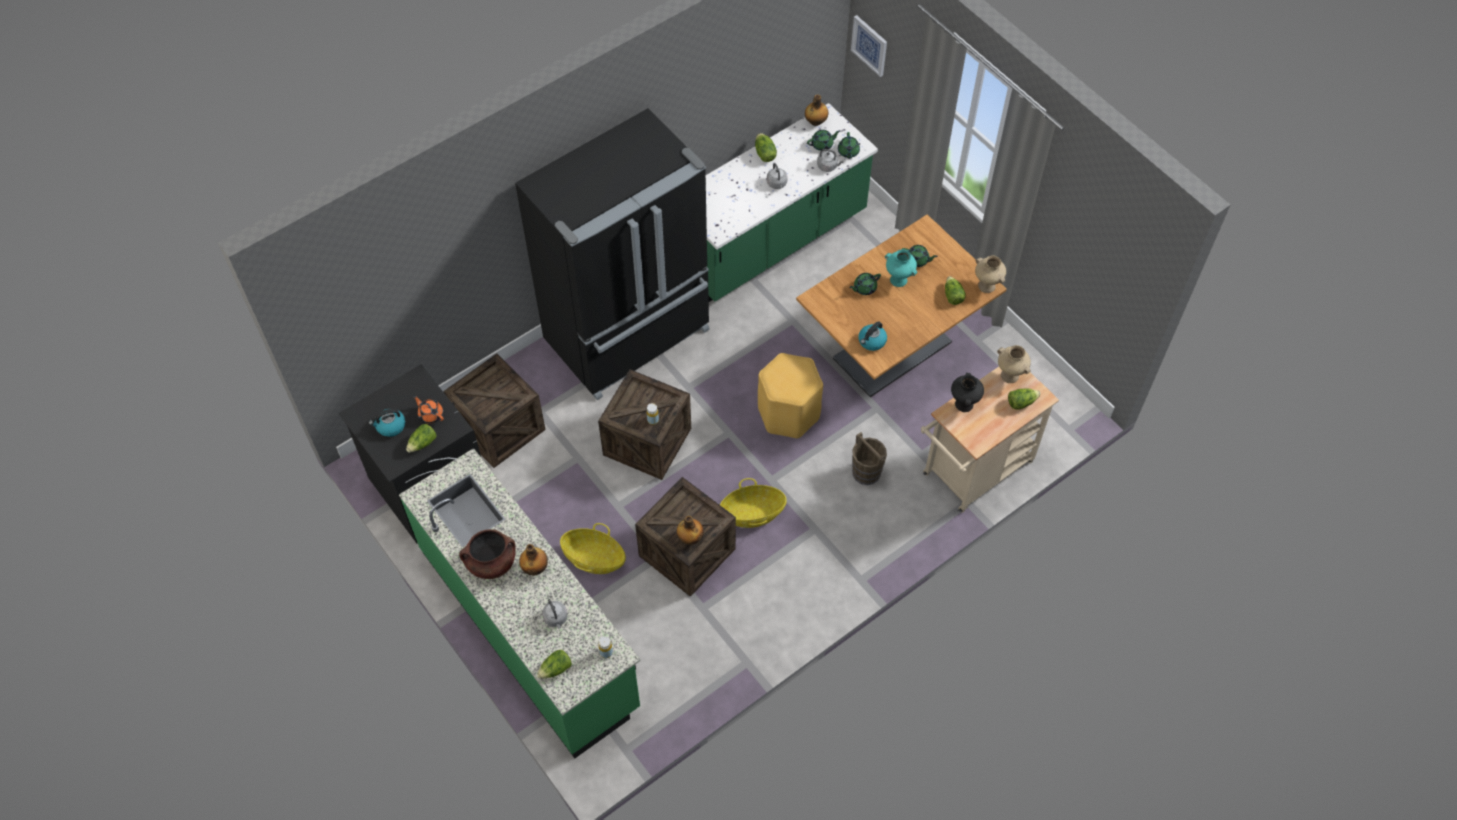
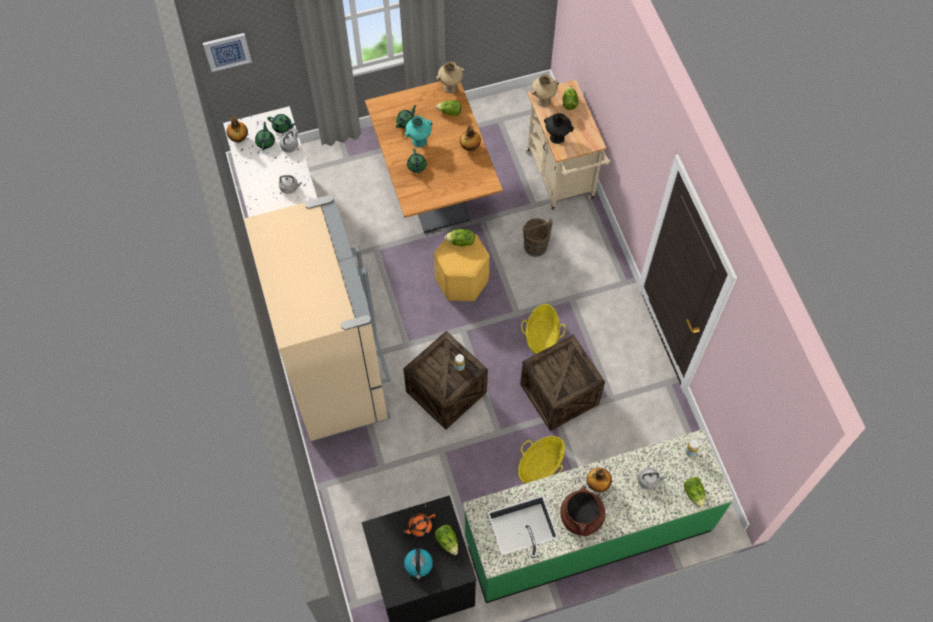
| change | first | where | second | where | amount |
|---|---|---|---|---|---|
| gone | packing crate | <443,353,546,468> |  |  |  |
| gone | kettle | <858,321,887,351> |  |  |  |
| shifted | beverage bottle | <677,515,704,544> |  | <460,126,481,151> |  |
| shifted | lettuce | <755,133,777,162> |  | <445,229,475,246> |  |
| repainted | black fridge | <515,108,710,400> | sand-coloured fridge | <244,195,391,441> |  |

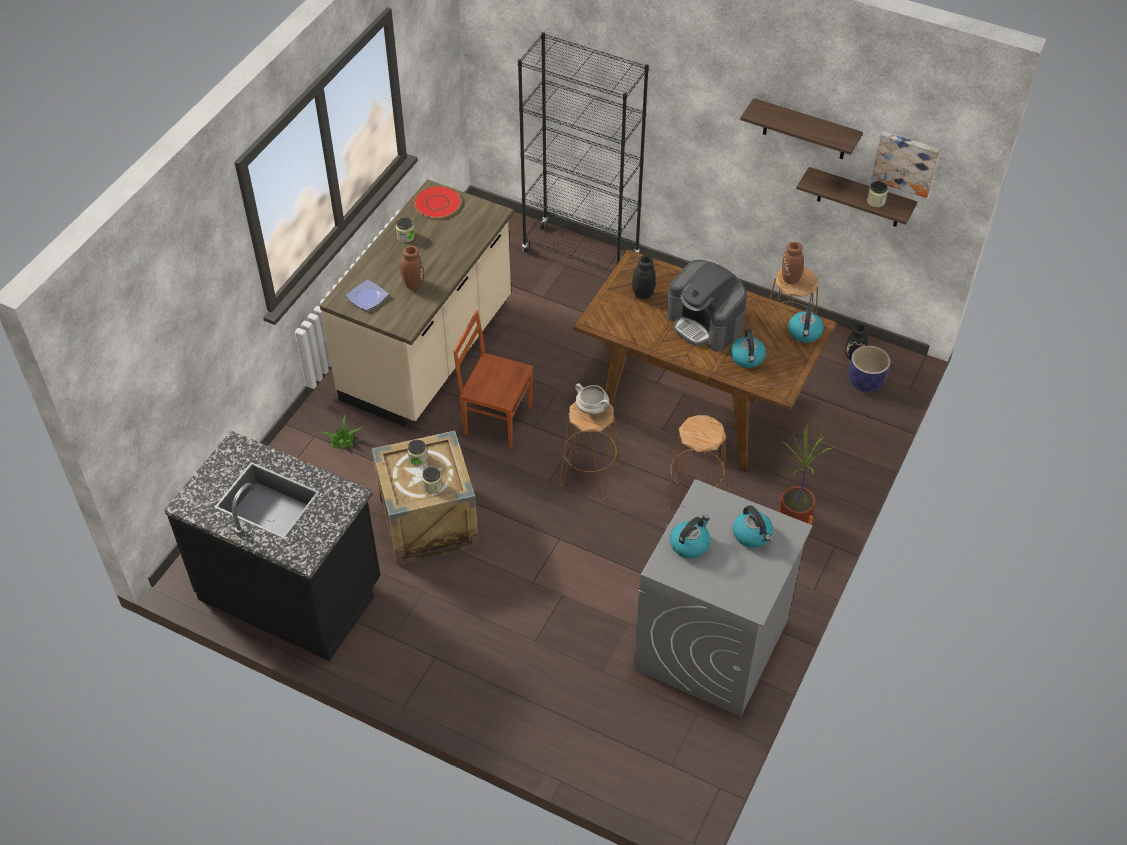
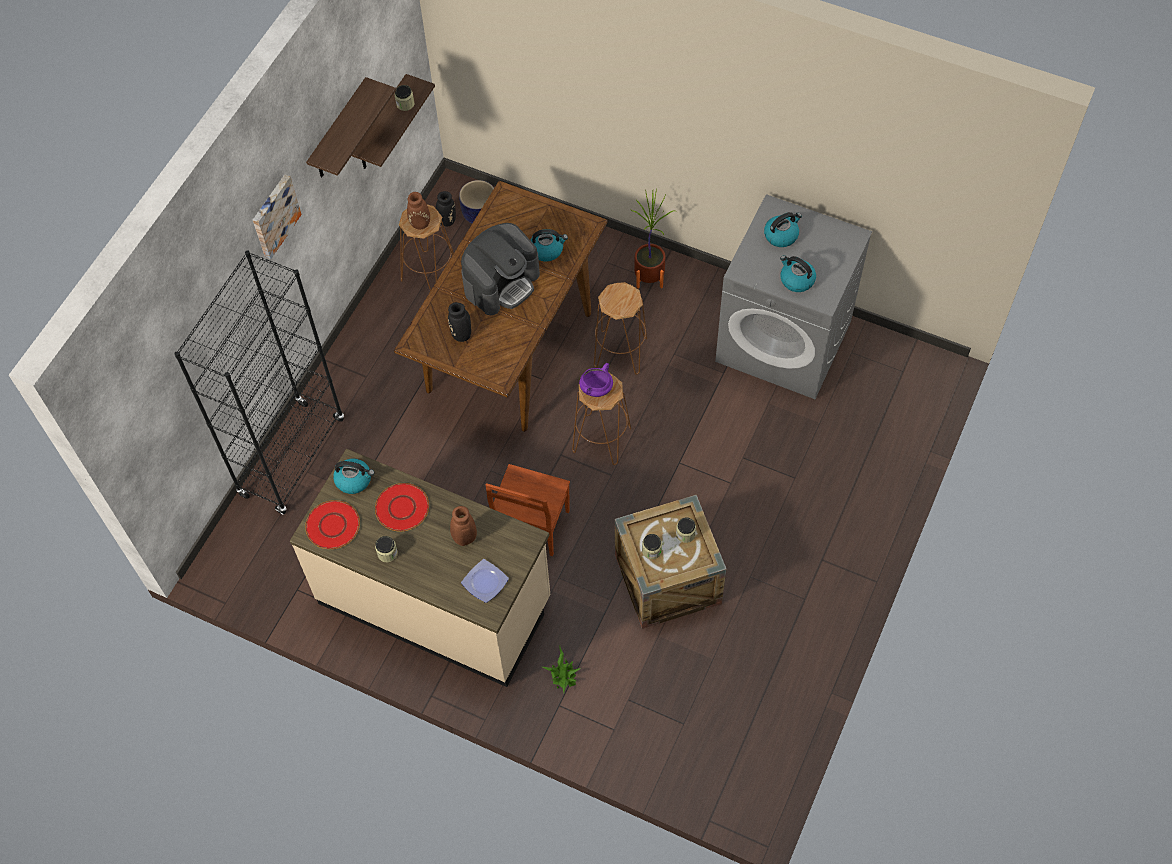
| change | first | where | second | where | amount |
|---|---|---|---|---|---|
| gone | black kitchen counter | <164,431,381,661> |  |  |  |
| new |  |  | reddish flat dish | <375,483,429,532> |  |
| shifted | kettle | <788,305,824,343> |  | <333,459,375,494> |  |
| shifted | wall art | <871,131,940,198> |  | <253,175,302,259> |  |
| repainted | whitish saucepot | <575,384,610,415> | purple-coloured saucepot | <579,363,613,397> |  |

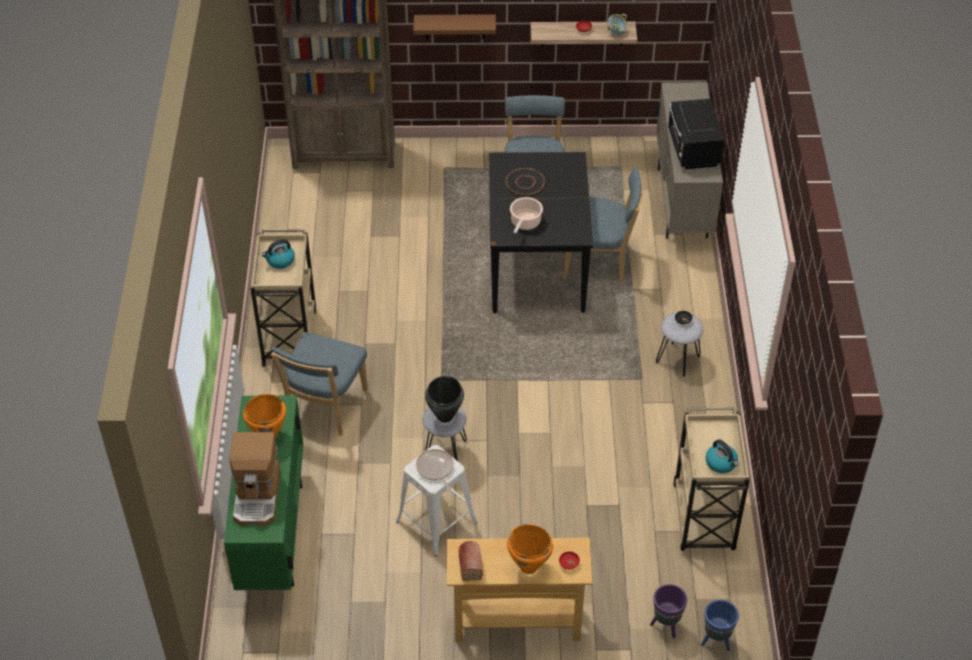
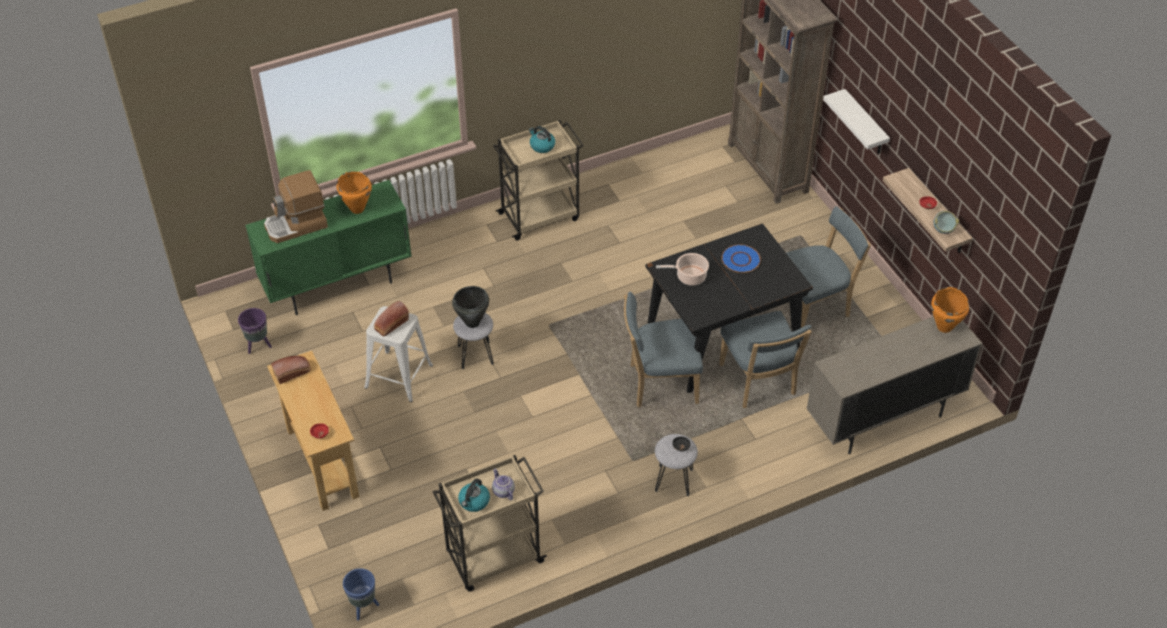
| change | first | where | second | where | amount |
|---|---|---|---|---|---|
| gone | black microwave oven | <668,99,724,169> |  |  |  |
| new |  |  | teapot | <492,468,515,500> |  |
| shifted | blue-coloured chair | <271,332,368,435> |  | <624,291,703,408> |  |
| shifted | orangey saucepot | <507,524,553,574> |  | <931,287,969,333> |  |
| shifted | purple-coloured flower pot | <650,584,687,638> |  | <238,308,272,354> |  |
| swapped | frying pan | <416,449,454,492> | bakery bread | <374,301,409,336> |  |
| repainted | brown shelf | <413,14,496,39> | whitish shelf | <823,89,890,154> |  |
| repainted | black flat dish | <506,168,545,195> | blue-coloured flat dish | <721,244,761,273> |  |

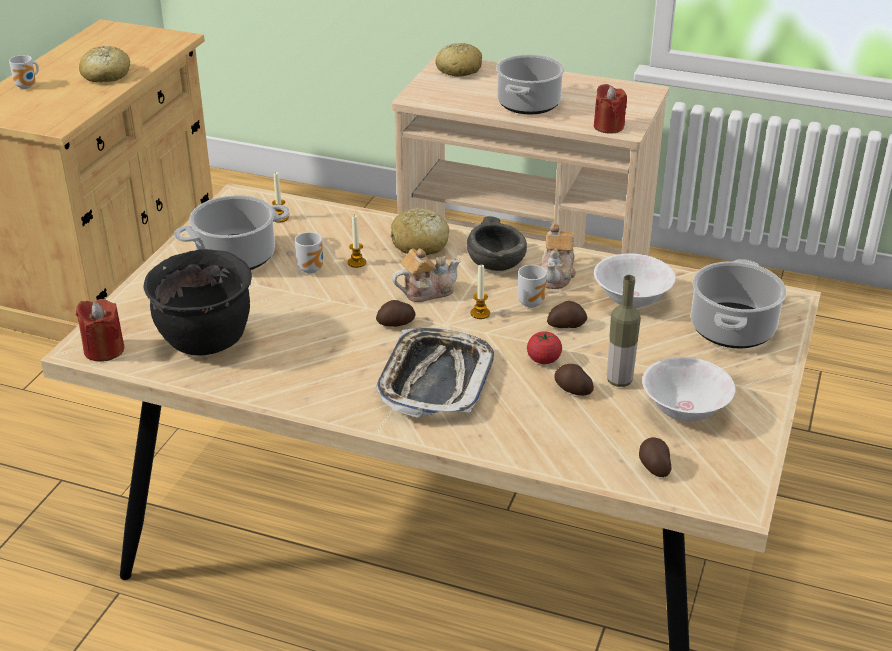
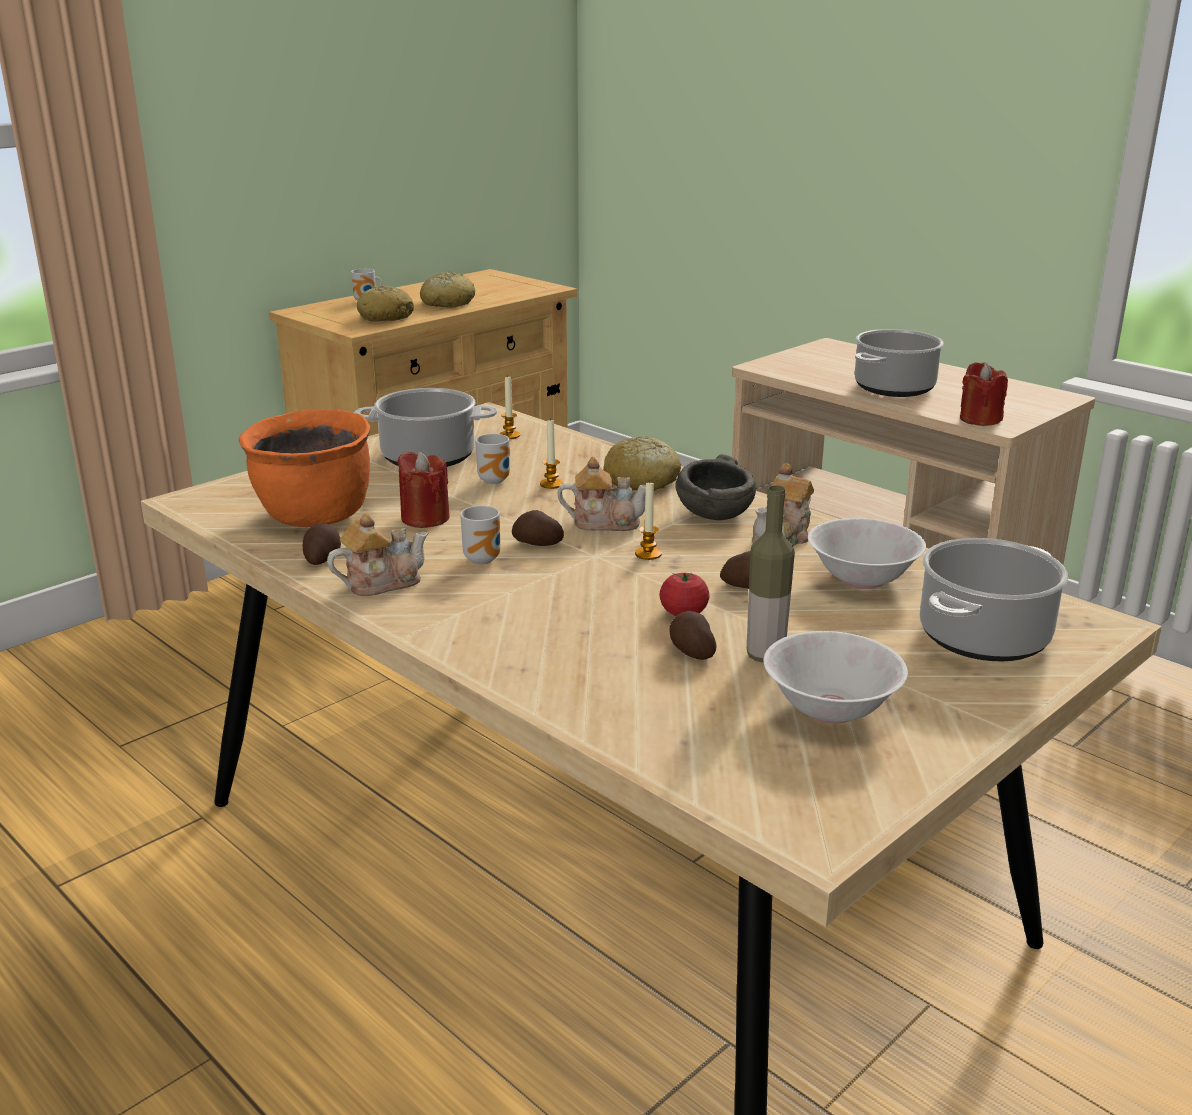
| change | first | where | second | where | amount |
|---|---|---|---|---|---|
| gone | serving tray | <376,327,494,418> |  |  |  |
| new |  |  | teapot | <327,514,428,596> |  |
| shifted | reddish candle | <76,299,125,362> |  | <397,452,450,528> |  |
| shifted | bakery bread | <436,43,482,77> |  | <357,286,414,322> |  |
| shifted | mug | <518,265,547,308> |  | <460,506,500,565> |  |
| shifted | spud | <639,437,672,477> |  | <303,523,341,565> |  |
| repainted | black saucepot | <144,249,252,355> | orangey saucepot | <239,409,370,527> |  |

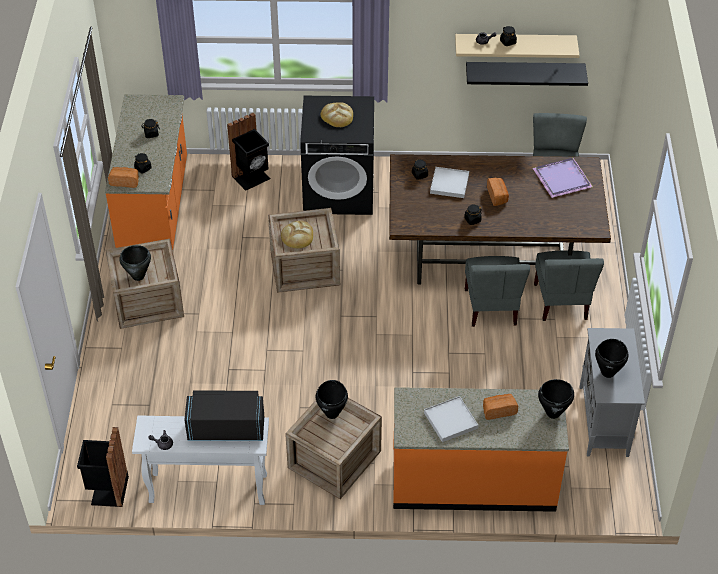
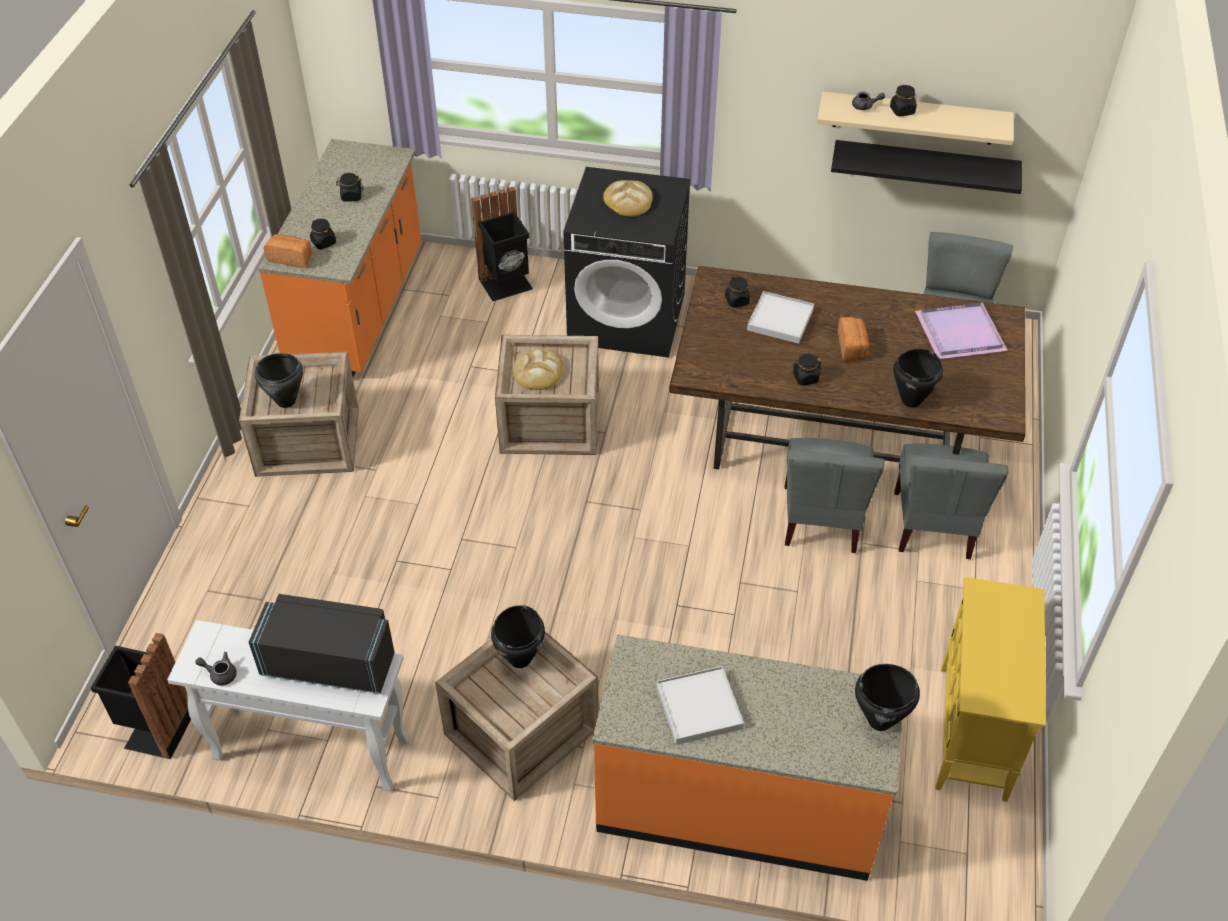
| change | first | where | second | where | amount |
|---|---|---|---|---|---|
| gone | bakery bread | <483,394,518,420> |  |  |  |
| shifted | black saucepot | <595,339,628,378> |  | <893,349,943,408> |  |
| repainted | greyish cabinet | <580,328,645,457> | yellowish cabinet | <935,577,1046,802> |  |

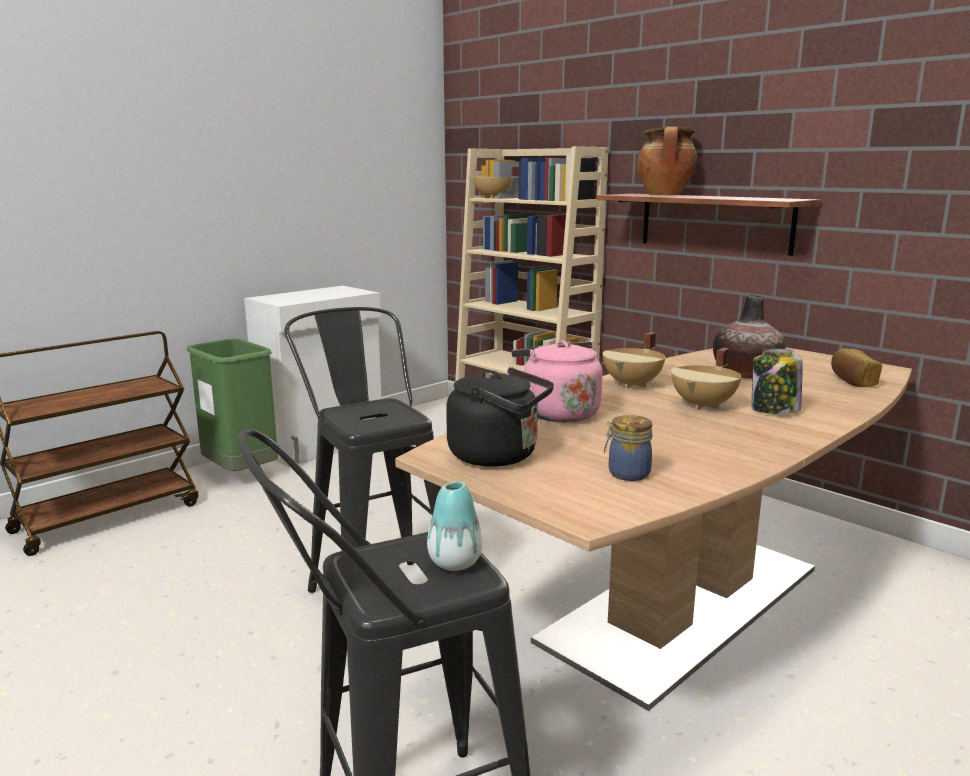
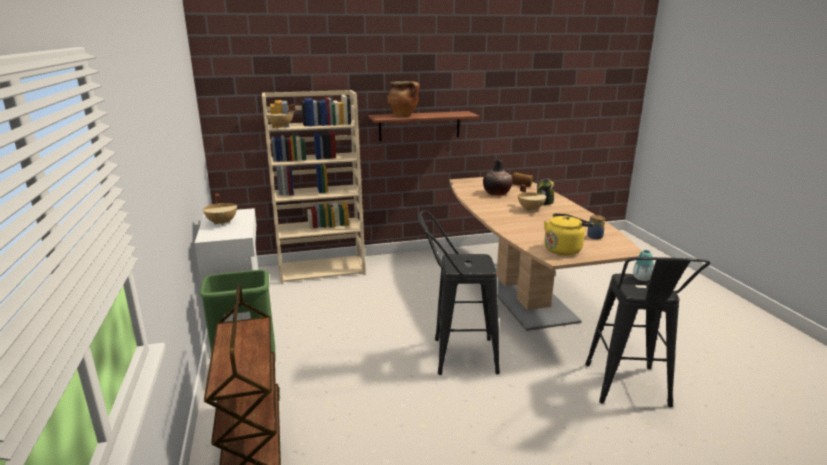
| change | first | where | second | where | amount |
|---|---|---|---|---|---|
| gone | pink kettle | <512,341,603,422> |  |  |  |
| shifted | sand-coloured saucepot | <603,332,665,388> |  | <203,194,237,226> |  |
| repainted | black kettle | <446,367,554,467> | yellowish kettle | <544,213,593,255> |  |

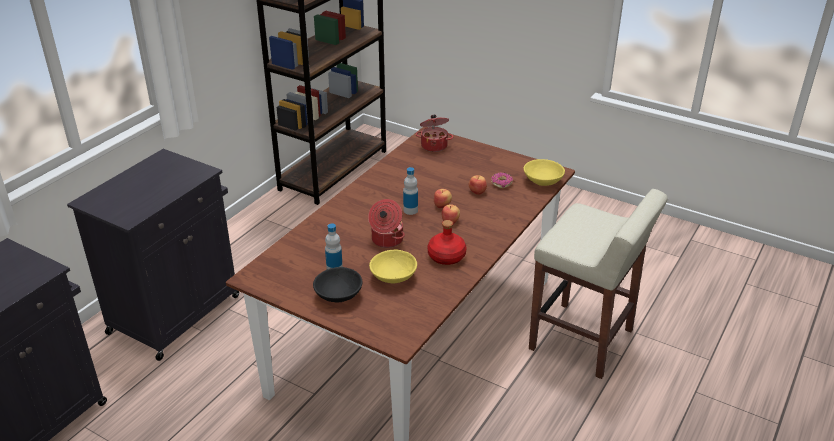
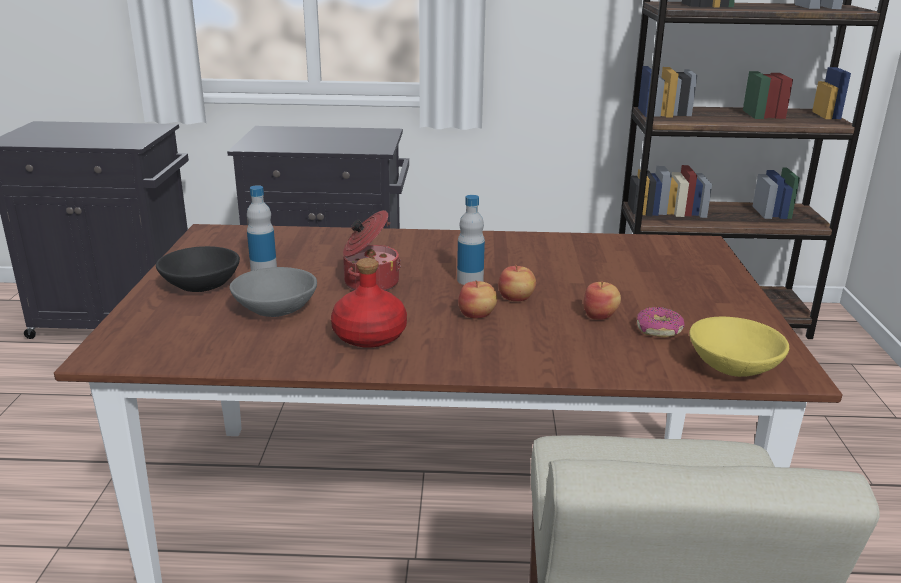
| change | first | where | second | where | amount |
|---|---|---|---|---|---|
| gone | saucepot | <416,115,453,152> |  |  |  |
| repainted | yellowish serving bowl | <369,250,417,283> | greyish serving bowl | <230,267,317,317> |  |

